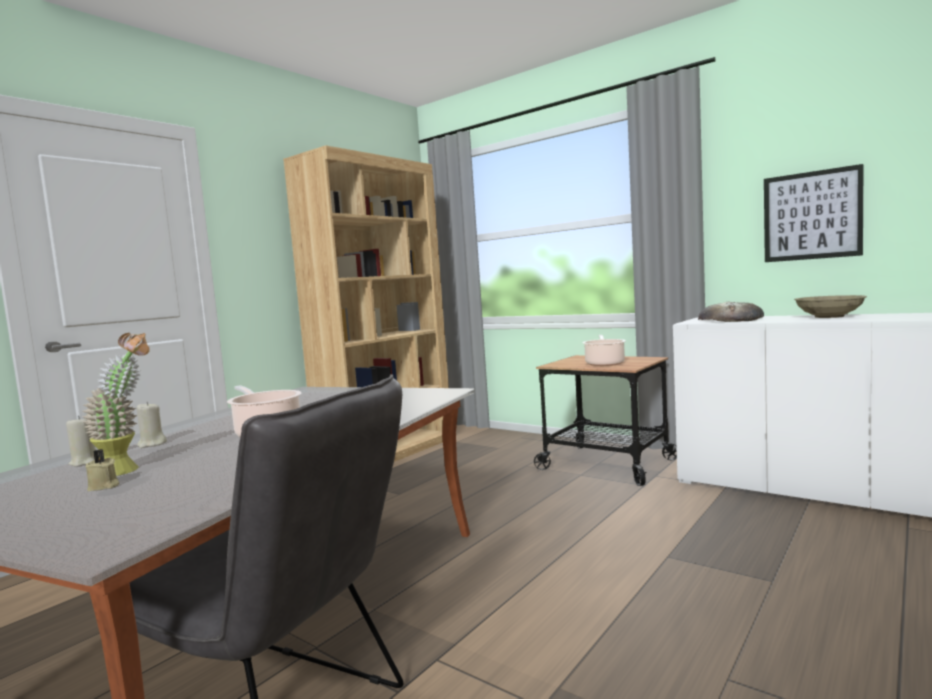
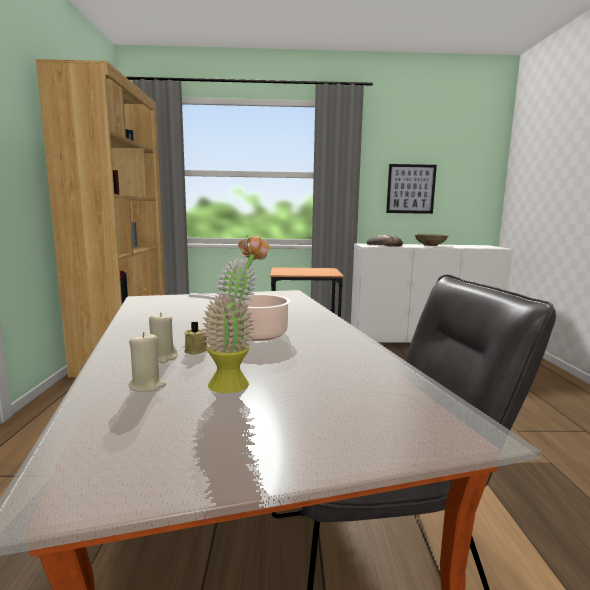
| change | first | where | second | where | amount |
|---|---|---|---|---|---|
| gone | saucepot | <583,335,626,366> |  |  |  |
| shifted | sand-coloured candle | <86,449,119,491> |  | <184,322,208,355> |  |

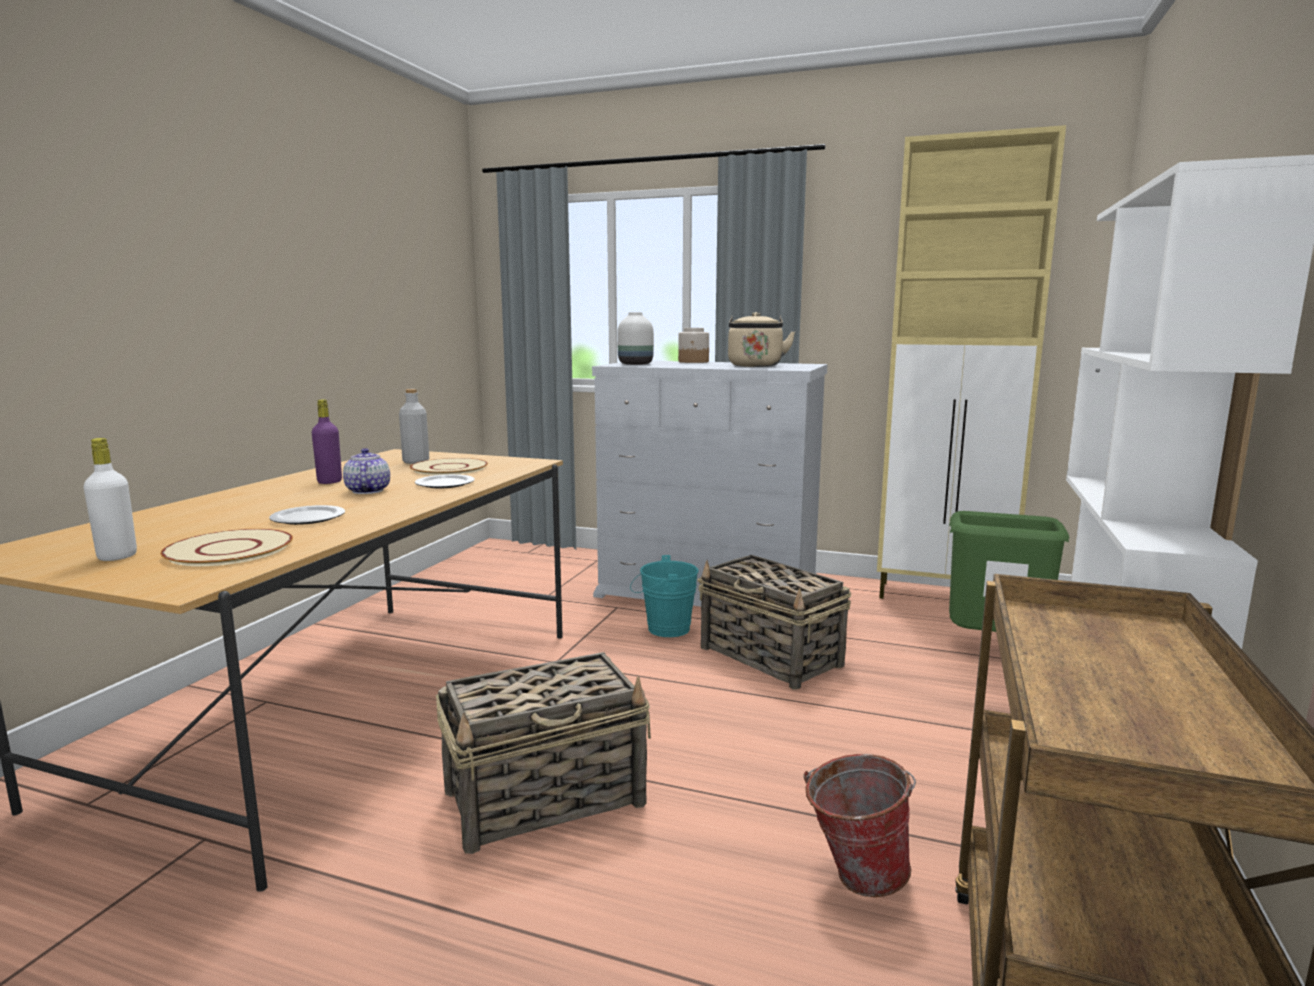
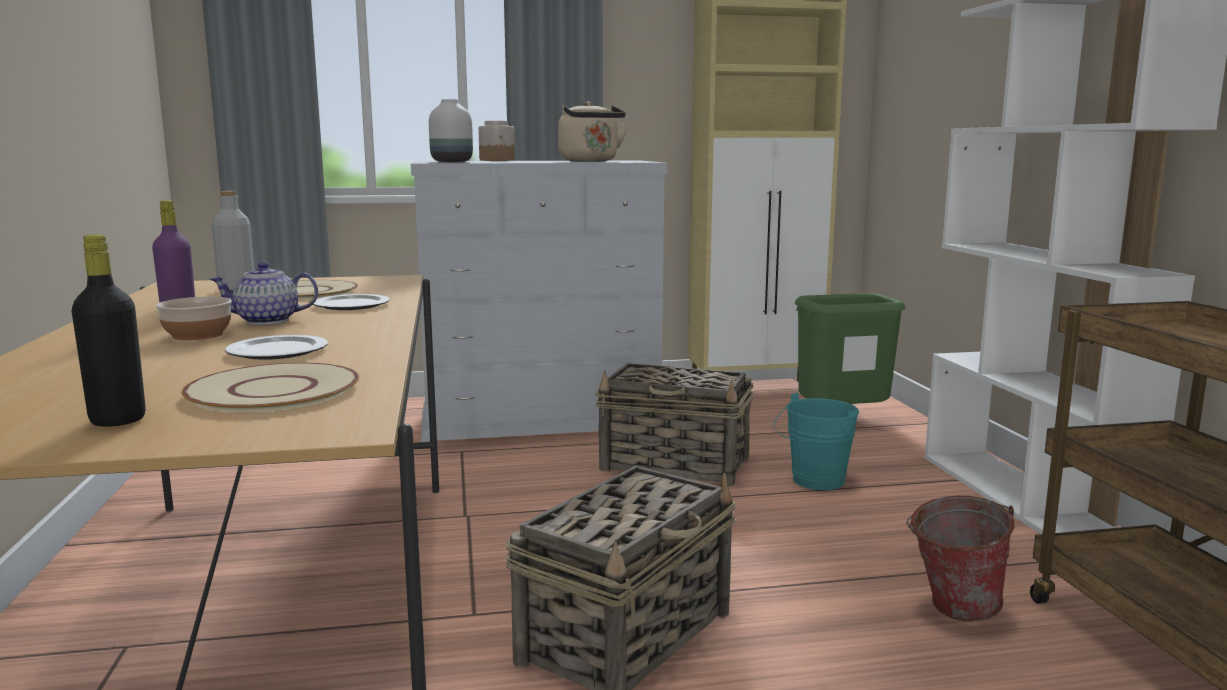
| change | first | where | second | where | amount |
|---|---|---|---|---|---|
| new |  |  | serving bowl | <156,297,232,340> |  |
| shifted | blue-green pail | <630,555,698,637> |  | <773,393,859,490> |  |
| repainted | whitish beverage bottle | <84,438,137,561> | black beverage bottle | <72,234,145,427> |  |
| rotated | teapot | <343,448,390,494> |  | <210,262,318,325> | 60 degrees counterclockwise |

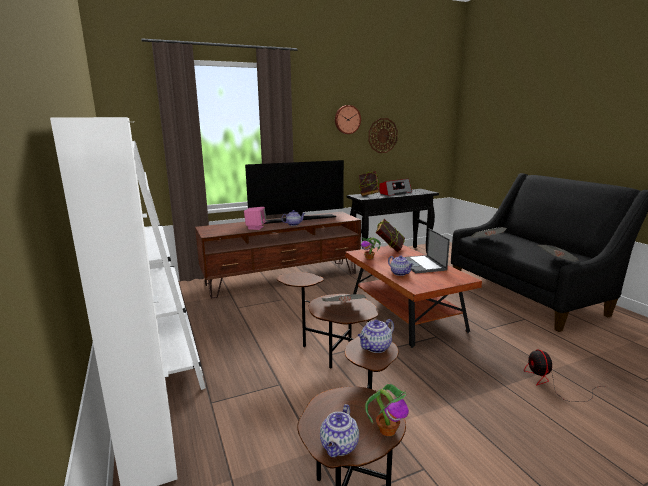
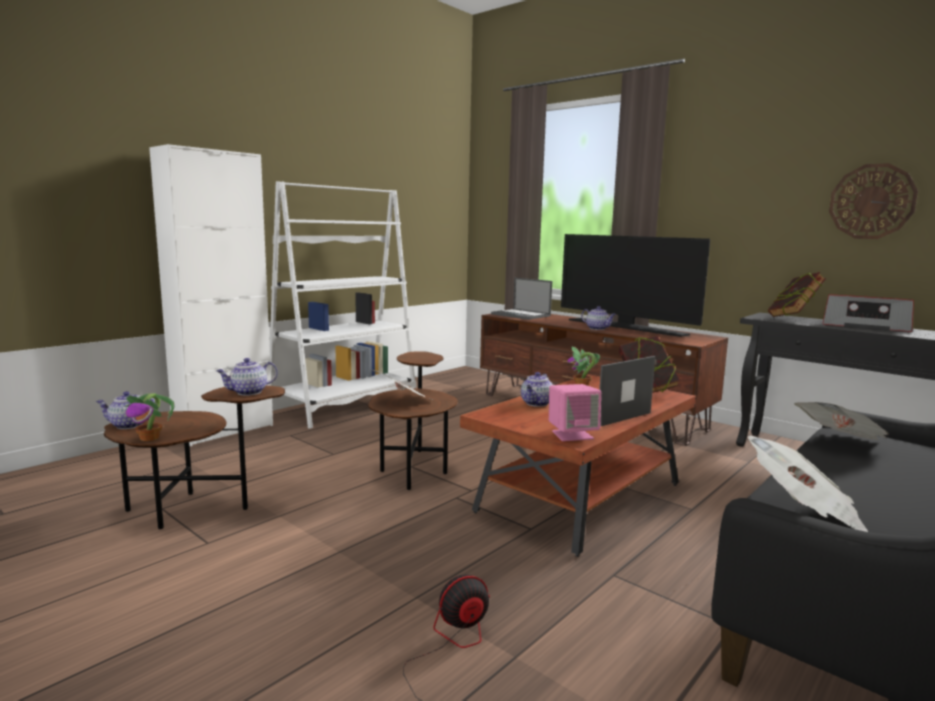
| change | first | where | second | where | amount |
|---|---|---|---|---|---|
| gone | hanging clock | <335,105,361,134> |  |  |  |
| new |  |  | notebook computer | <491,278,552,320> |  |
| shifted | pink loudspeaker | <244,207,266,230> |  | <549,384,601,441> |  |
| rotated | teapot | <358,319,394,353> |  | <217,358,278,396> | 60 degrees counterclockwise |

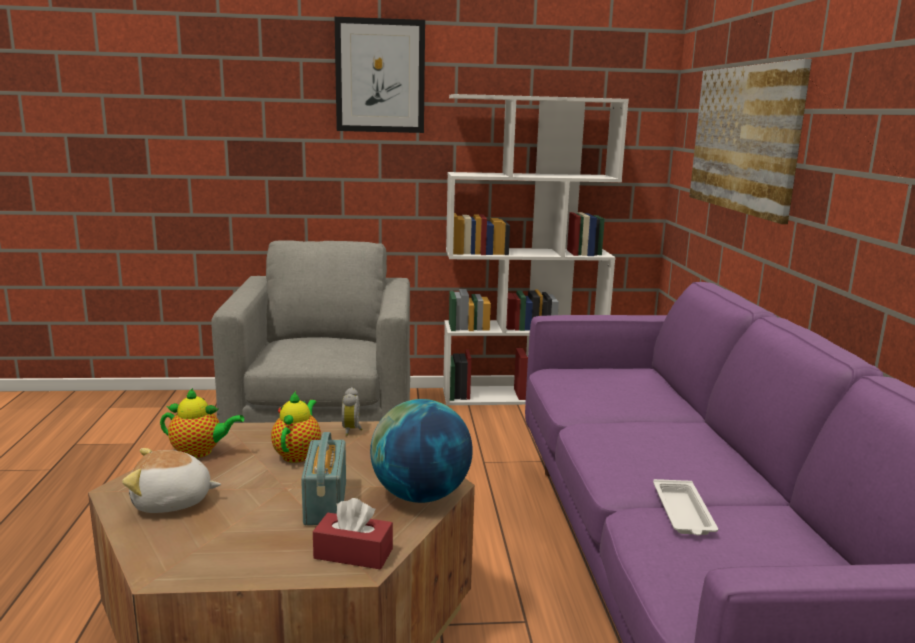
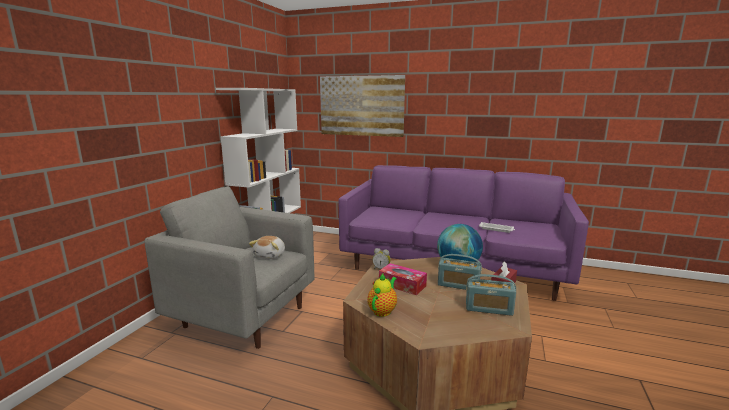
| change | first | where | second | where | amount |
|---|---|---|---|---|---|
| gone | wall art | <335,17,425,133> |  |  |  |
| new |  |  | radio set | <466,274,516,316> |  |
| shifted | soft toy | <122,448,221,513> |  | <249,236,285,259> |  |
| swapped | teapot | <271,391,321,463> | tissue box | <379,263,427,295> |  |

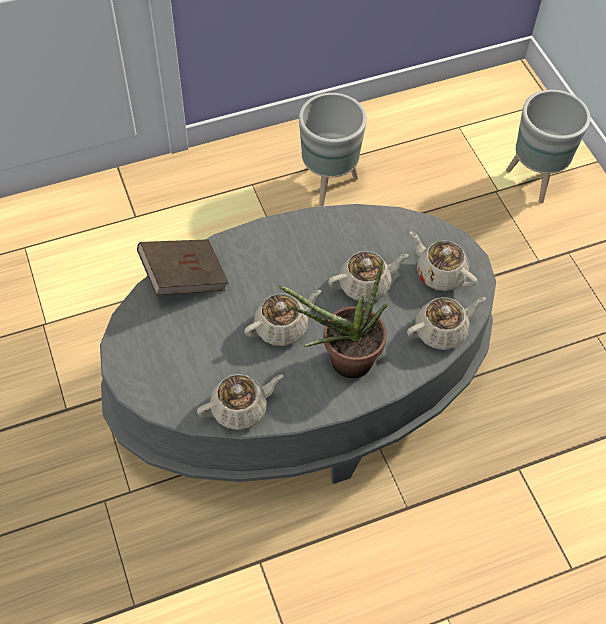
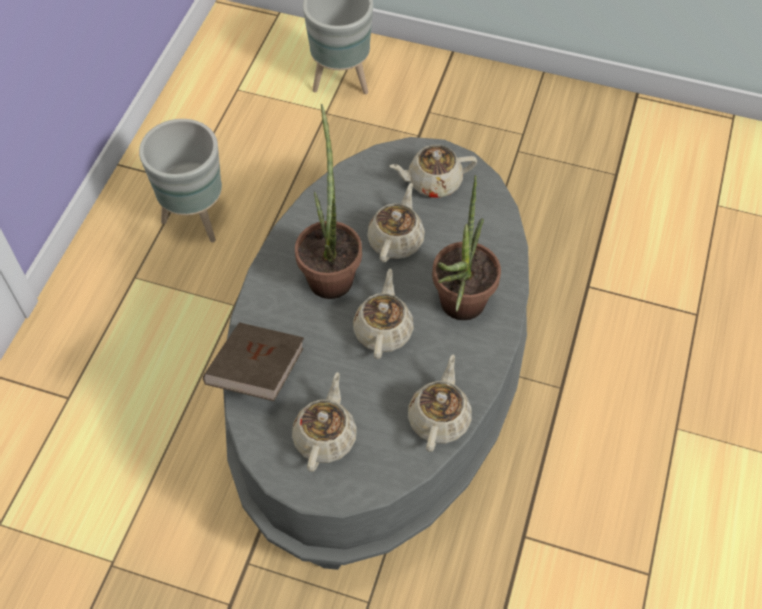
| change | first | where | second | where | amount |
|---|---|---|---|---|---|
| new |  |  | plant in a pot | <295,104,362,299> |  |
| shifted | sand-coloured teapot | <407,297,486,350> |  | <292,372,357,472> |  |

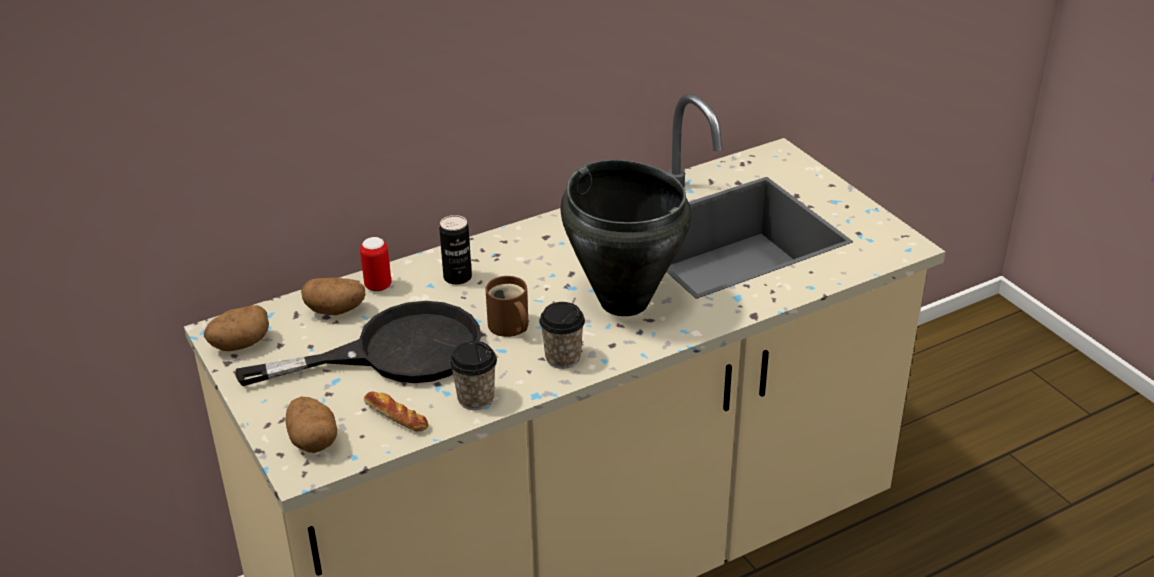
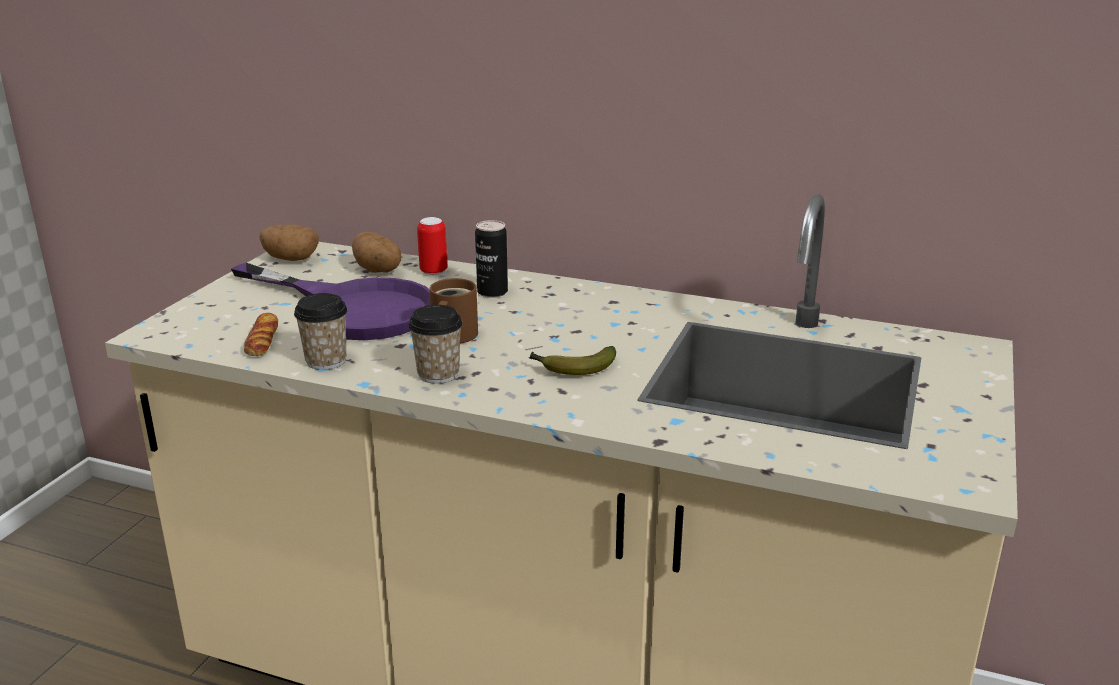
| change | first | where | second | where | amount |
|---|---|---|---|---|---|
| gone | spud | <285,397,337,453> |  |  |  |
| swapped | black saucepot | <561,160,691,316> | banana fruit | <529,346,616,375> |  |
| repainted | black frying pan | <235,301,481,386> | purple-coloured frying pan | <231,263,430,340> |  |

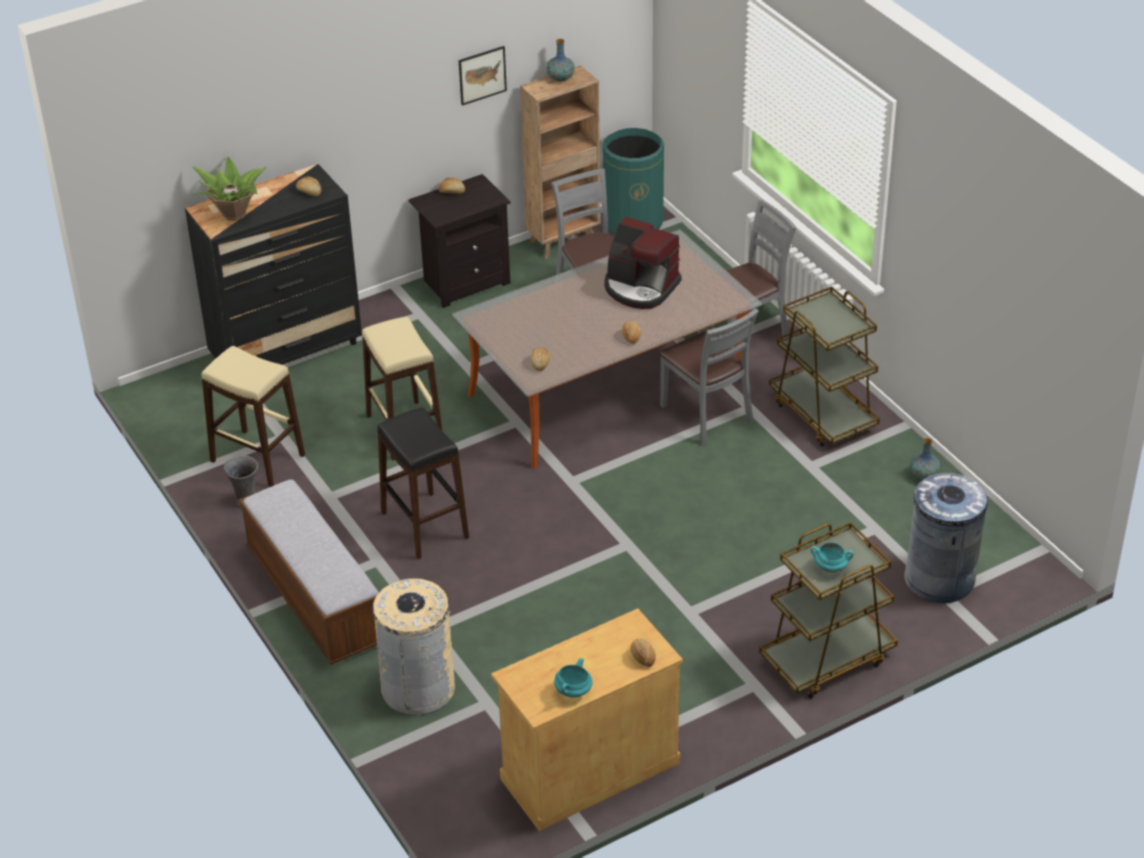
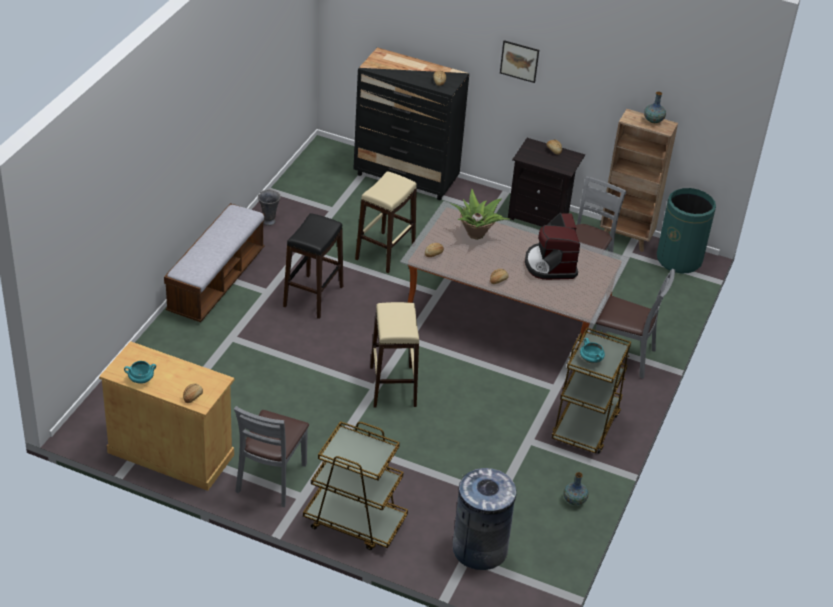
| change | first | where | second | where | amount |
|---|---|---|---|---|---|
| gone | sand-coloured waste bin | <373,578,455,715> |  |  |  |
| shifted | plant in a pot | <193,157,267,221> |  | <450,189,511,240> |  |
| shifted | sand-coloured stool | <201,346,305,487> |  | <370,302,419,407> |  |
| shifted | wall art | <459,46,507,106> |  | <500,40,539,83> |  |
| shifted | greyish chair | <659,308,759,446> |  | <234,406,309,507> |  |
| shifted | blue-green saucepot | <810,542,854,573> |  | <580,338,605,363> |  |

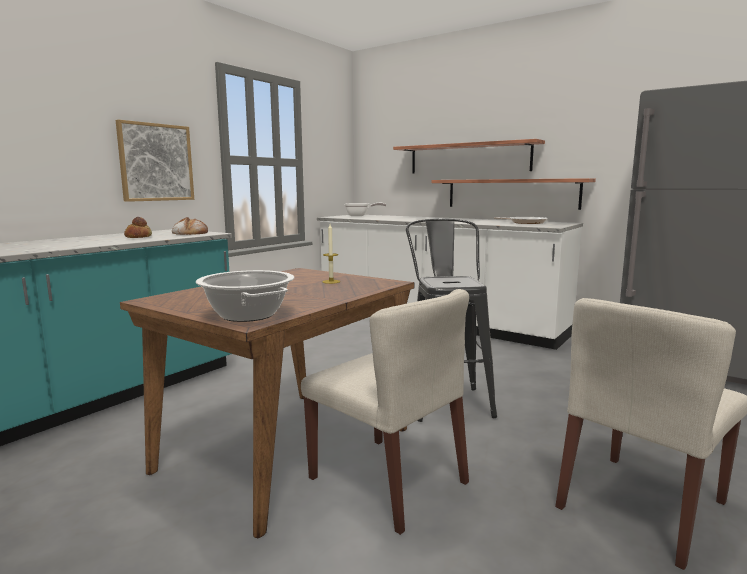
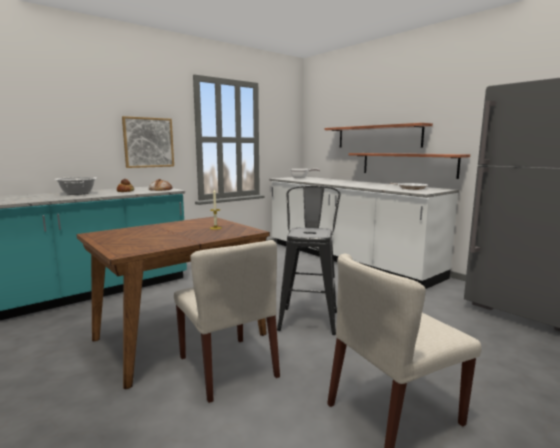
| change | first | where | second | where | amount |
|---|---|---|---|---|---|
| shifted | saucepot | <196,270,294,322> |  | <54,177,97,195> |  |

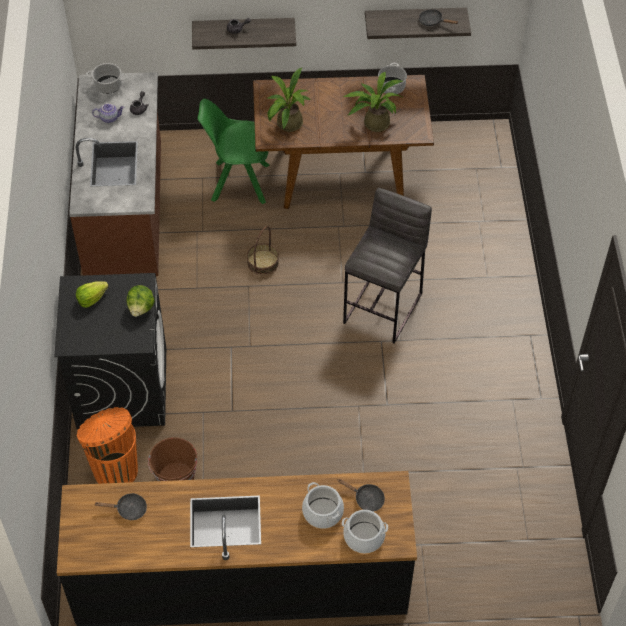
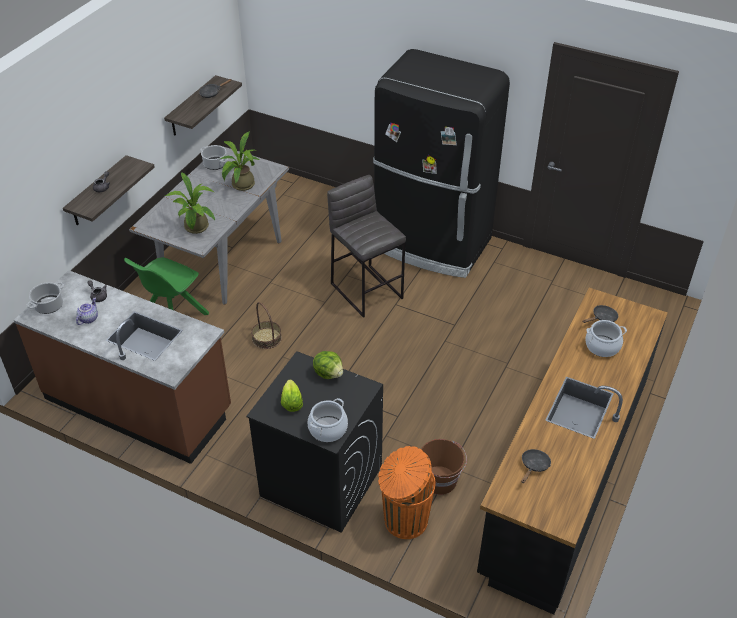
| change | first | where | second | where | amount |
|---|---|---|---|---|---|
| new |  |  | black fridge | <373,49,510,278> |  |
| shifted | saucepot | <342,510,388,553> |  | <308,398,348,442> |  |
| repainted | brown kitchen table | <253,75,434,209> | greyish kitchen table | <129,146,289,305> |  |

